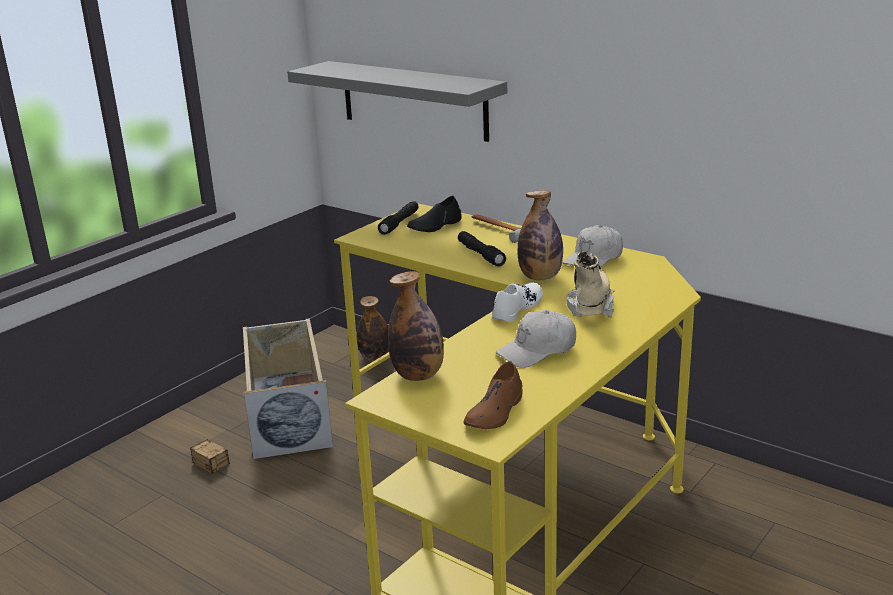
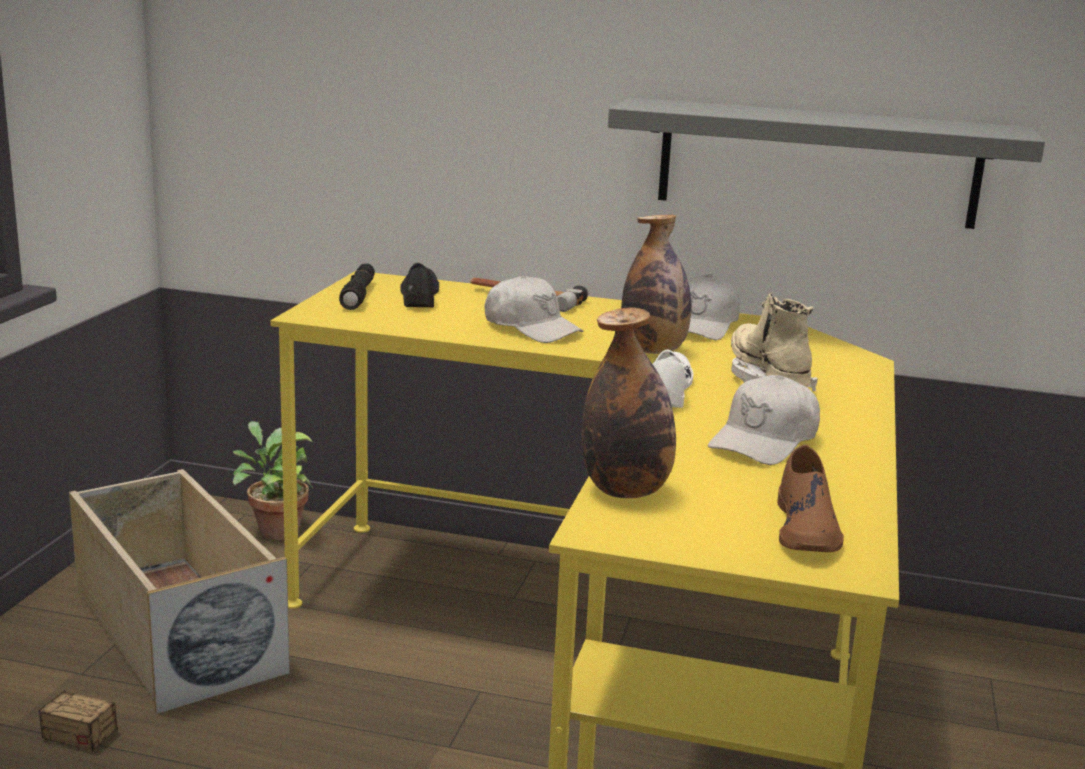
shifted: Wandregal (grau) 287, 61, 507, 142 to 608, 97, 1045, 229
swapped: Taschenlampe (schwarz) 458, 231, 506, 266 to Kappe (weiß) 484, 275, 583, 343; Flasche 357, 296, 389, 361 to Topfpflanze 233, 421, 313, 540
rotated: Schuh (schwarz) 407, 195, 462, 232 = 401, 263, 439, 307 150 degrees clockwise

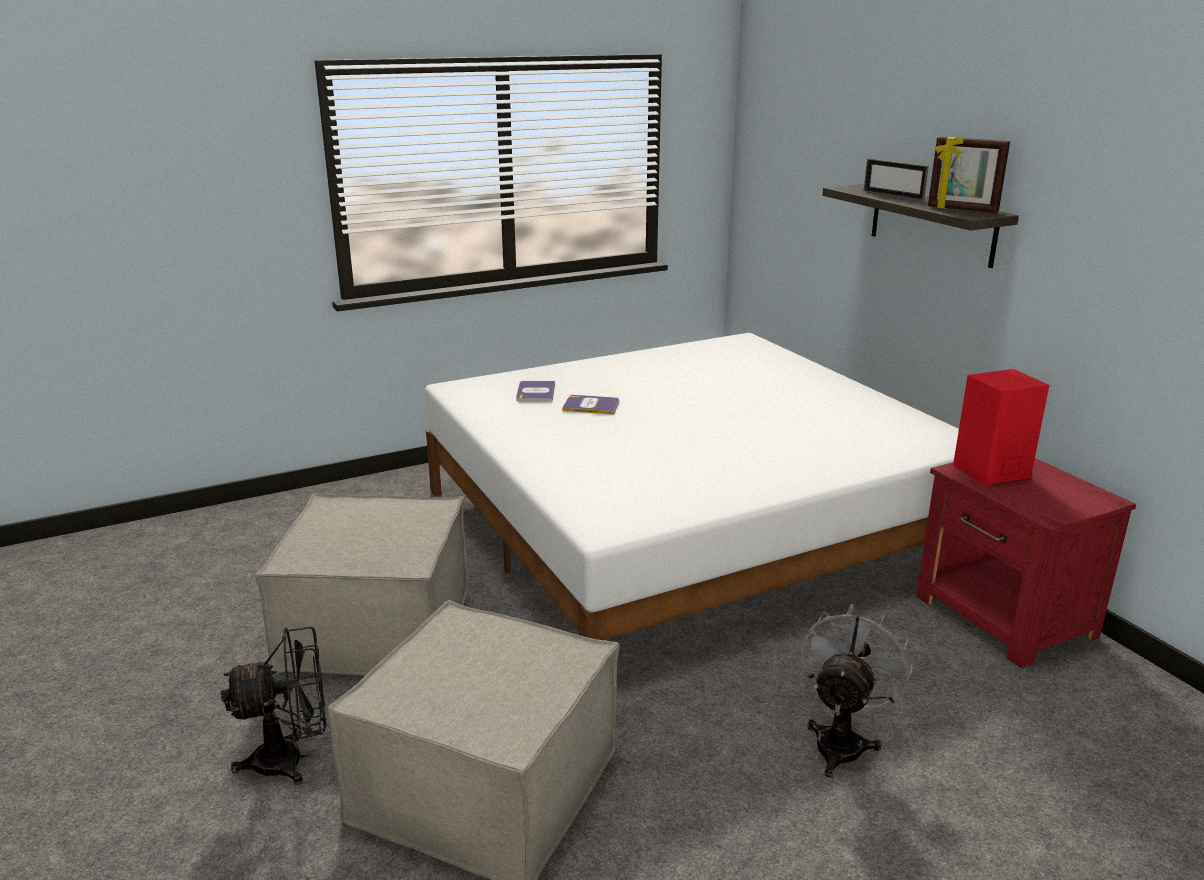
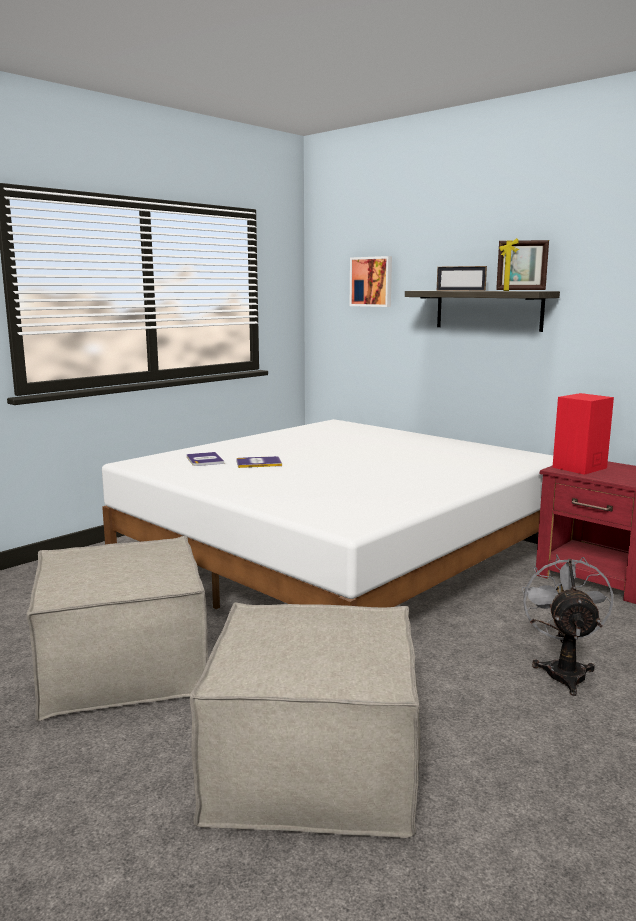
gone: Ventilator (schwarz) 221, 627, 326, 785
new: Bild 350, 256, 392, 307

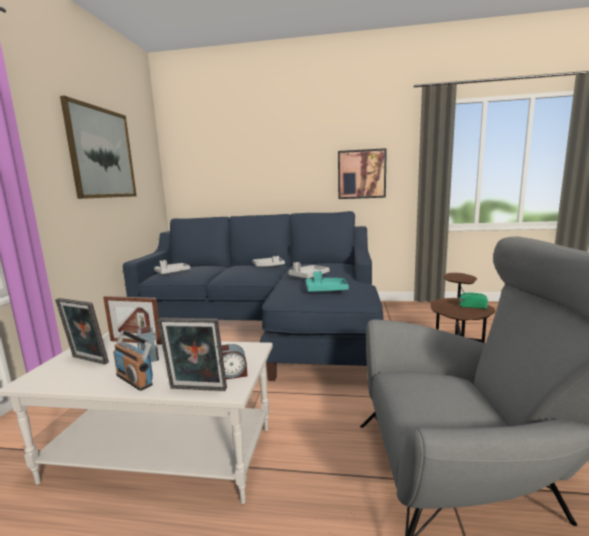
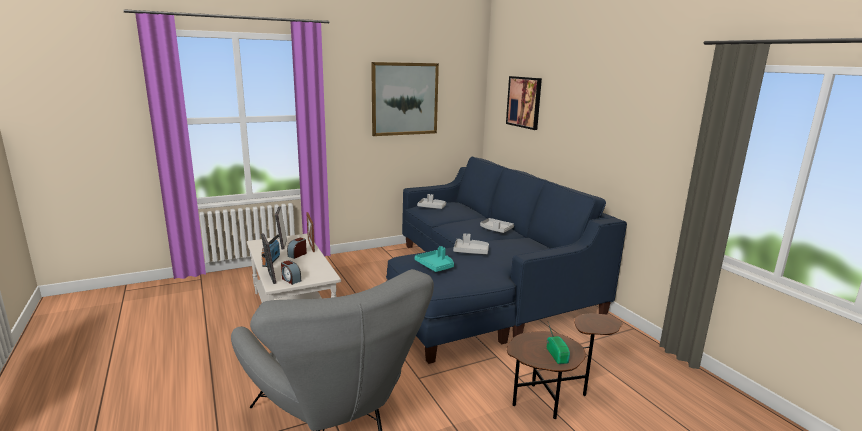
shifted: Bild 338, 148, 387, 199 to 506, 76, 542, 130

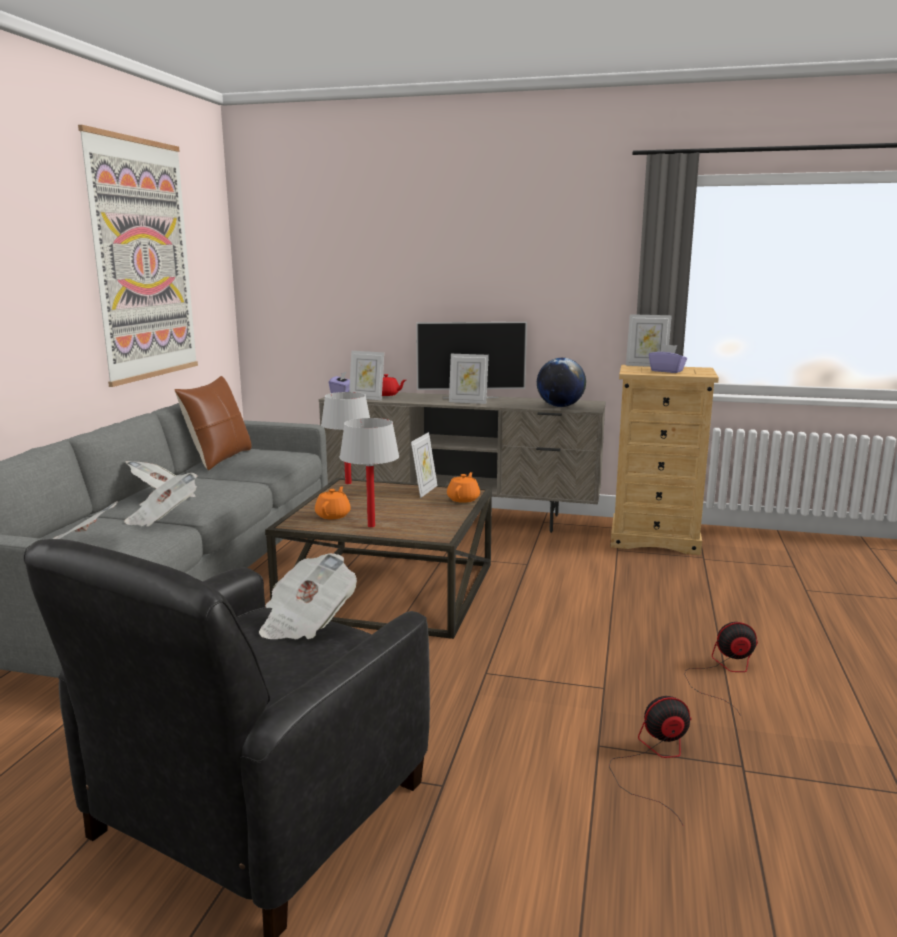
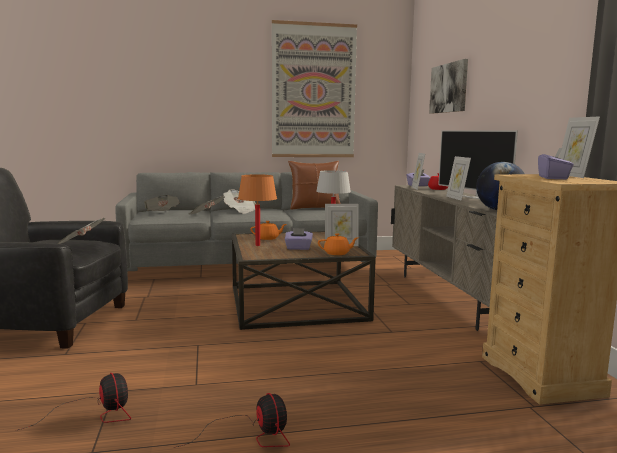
new: Bild 429, 59, 468, 114; Taschentuchbox (lila) 285, 228, 313, 250
repainted: Tischlampe (weiß) 339, 418, 399, 527 to Tischlampe (orange) 238, 174, 277, 246

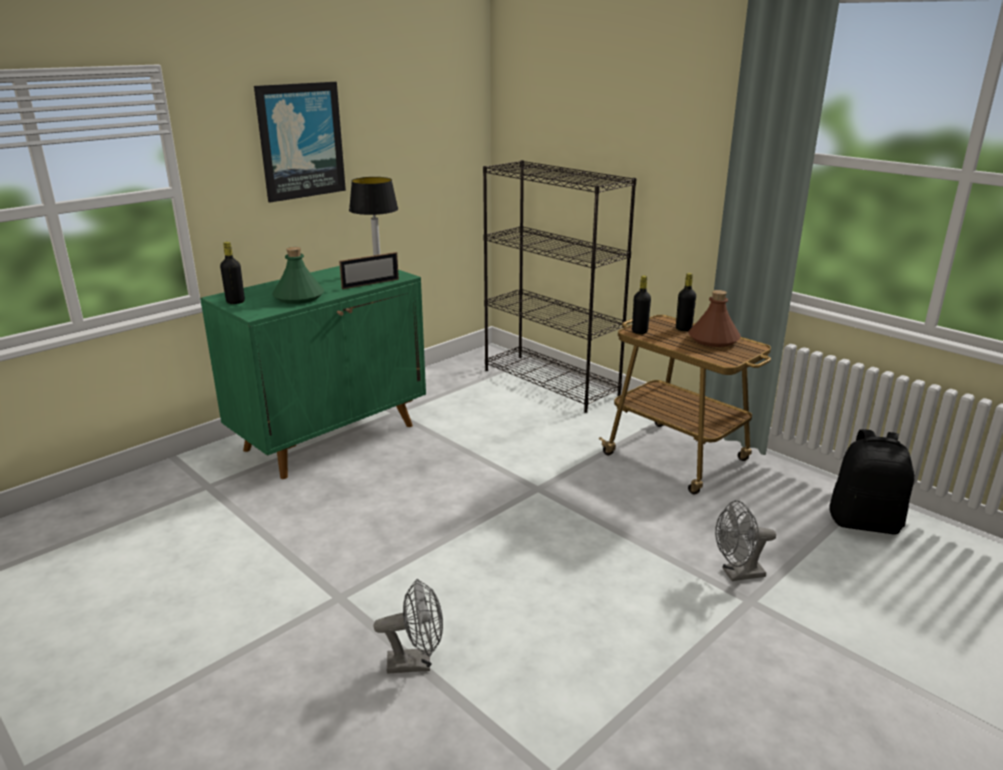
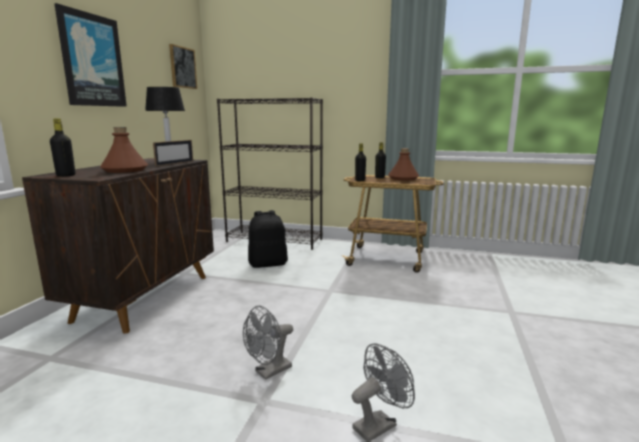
new: Bild 169, 44, 197, 89
shifted: Rucksack (schwarz) 829, 429, 915, 535 to 248, 210, 288, 268; Ventilator (grau) 715, 500, 776, 581 to 243, 306, 293, 380
repainted: Flasche (grün) 272, 247, 324, 304 to Flasche (braun) 100, 127, 148, 173; Schrank (grün) 200, 266, 426, 479 to Schrank (braun) 22, 158, 214, 334

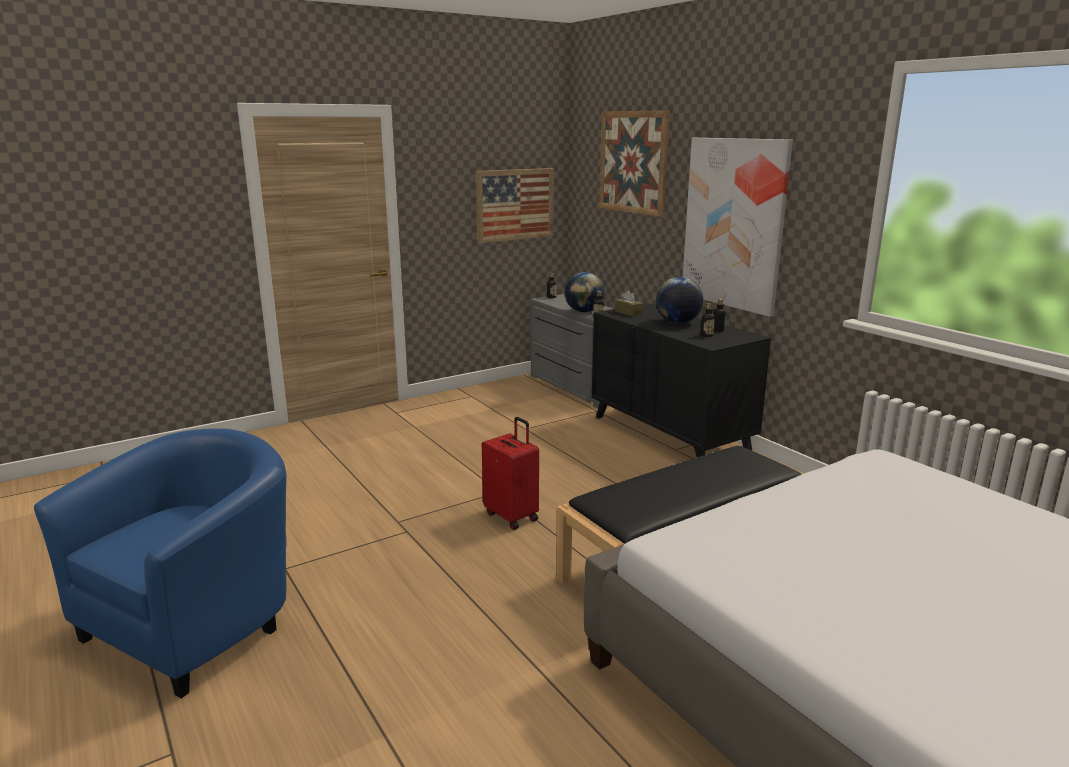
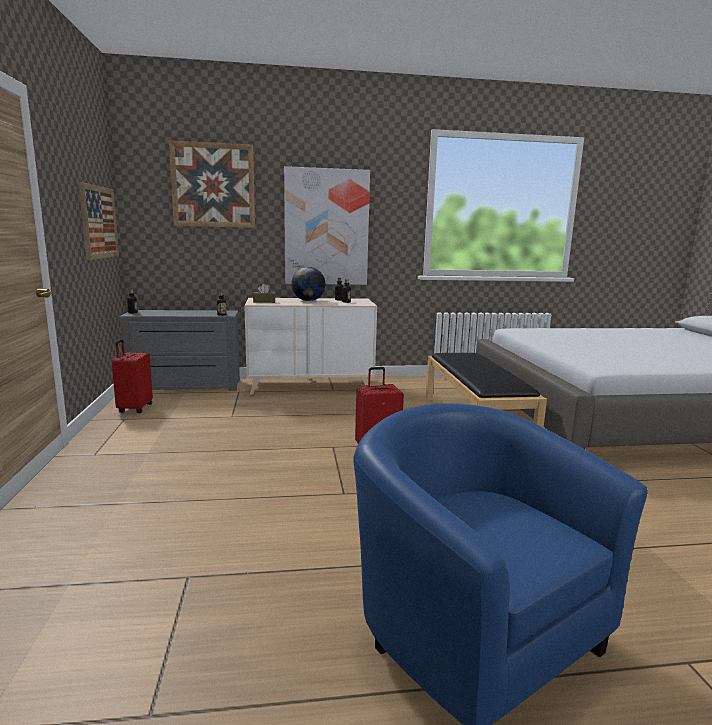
gone: Globus 564, 272, 605, 312
new: Koffer (rot) 112, 339, 153, 413
repainted: Kommode (schwarz) 592, 303, 771, 457 to Kommode (beige) 244, 298, 377, 395

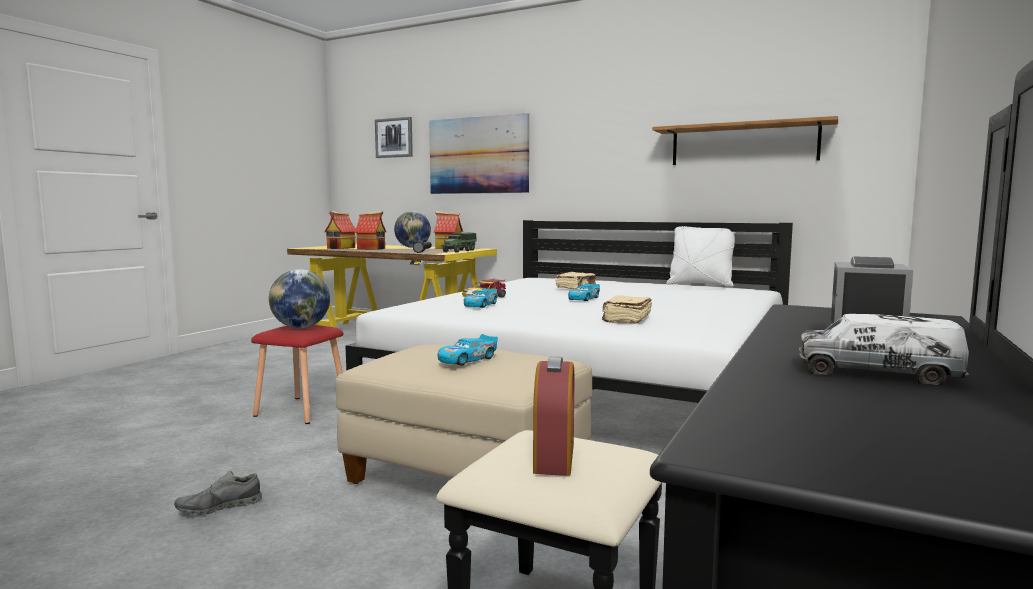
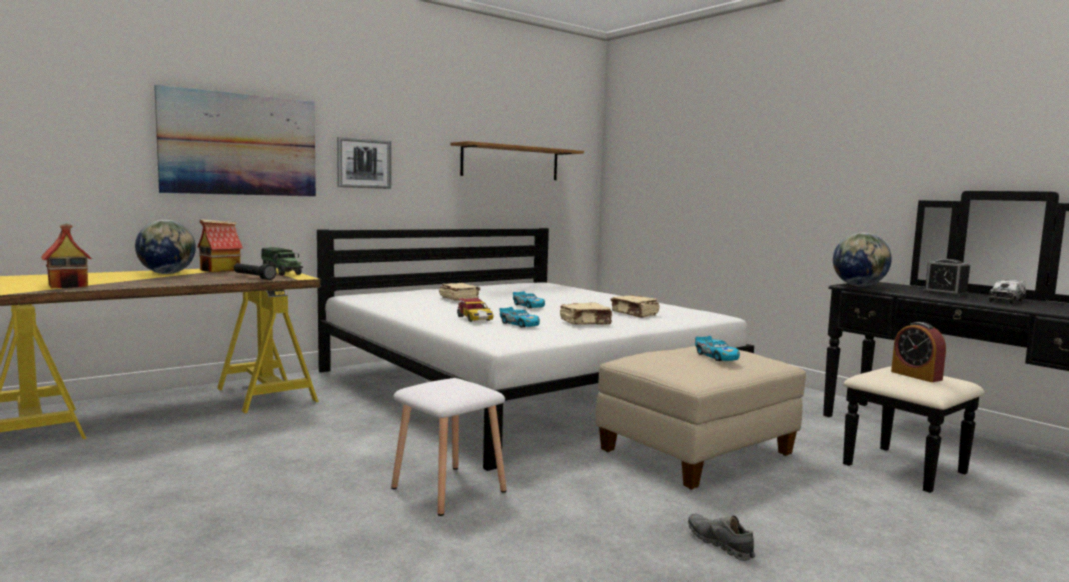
gone: Spielzeughaus 354, 211, 386, 250; Kissen (weiß) 666, 226, 735, 287
new: Buch (beige) 560, 302, 612, 325
shifted: Bild 375, 117, 413, 158 to 337, 137, 391, 189; Globus 269, 269, 330, 328 to 833, 233, 892, 287
repainted: Hocker (rot) 251, 325, 343, 424 to Hocker (weiß) 391, 378, 507, 516
rotated: Wecker 533, 357, 574, 476 = 891, 322, 946, 382 150 degrees counterclockwise; Schuh (grau) 174, 471, 262, 515 = 688, 514, 755, 561 150 degrees clockwise

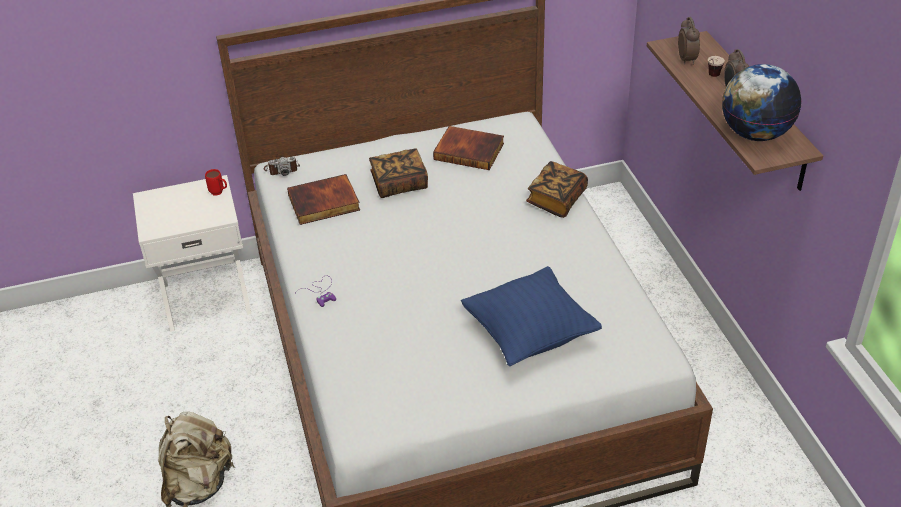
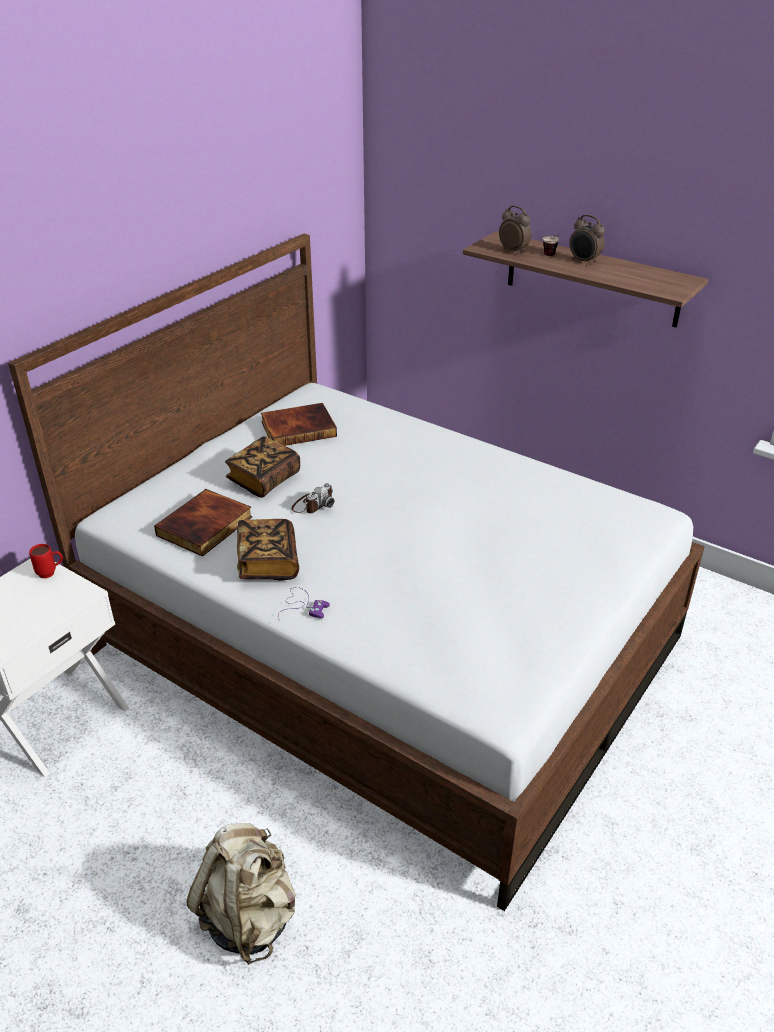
gone: Globus 722, 64, 801, 141; Kissen (blau) 461, 266, 602, 366
shifted: Kamera 264, 157, 300, 176 to 291, 483, 334, 513; Buch 526, 161, 588, 218 to 237, 519, 299, 580

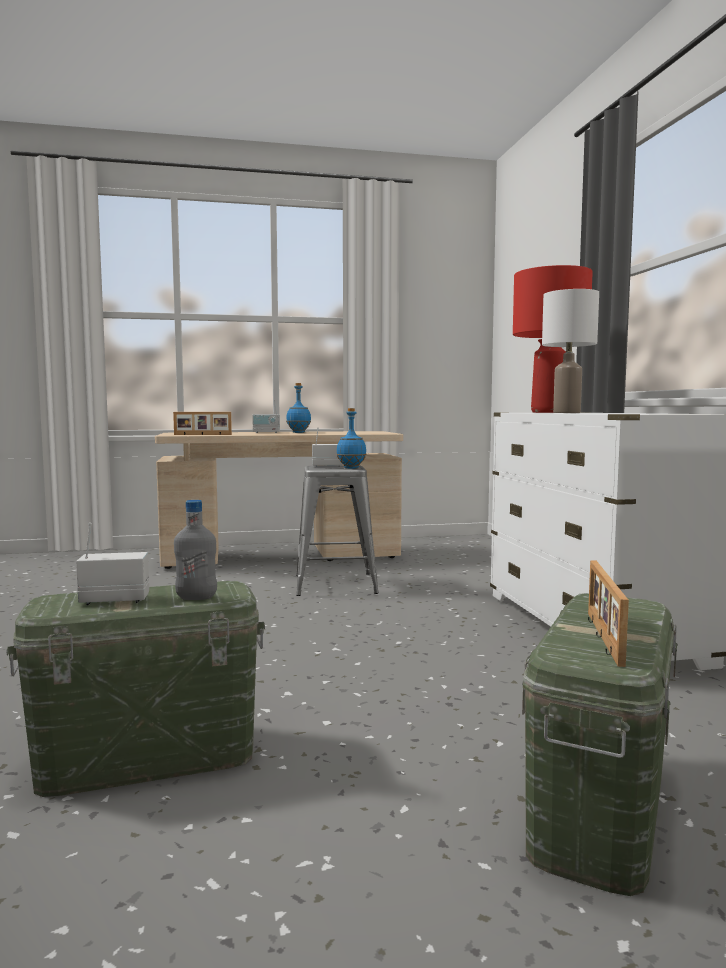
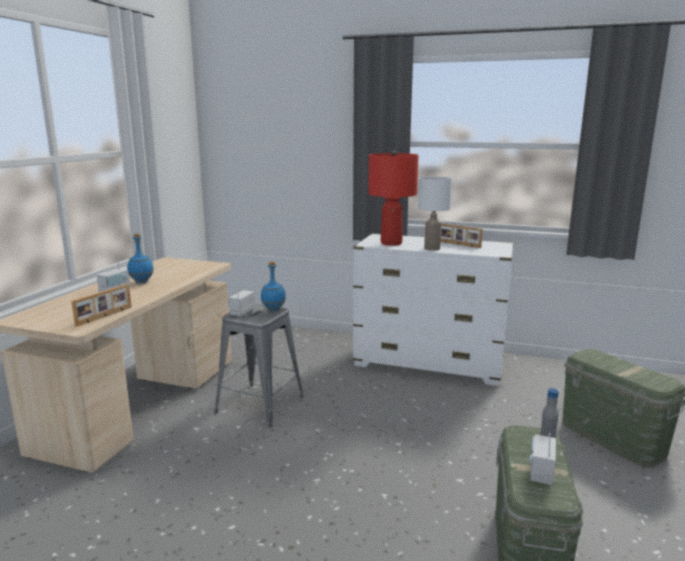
shifted: Bilderrahmen 588, 560, 629, 667 to 441, 223, 483, 248

